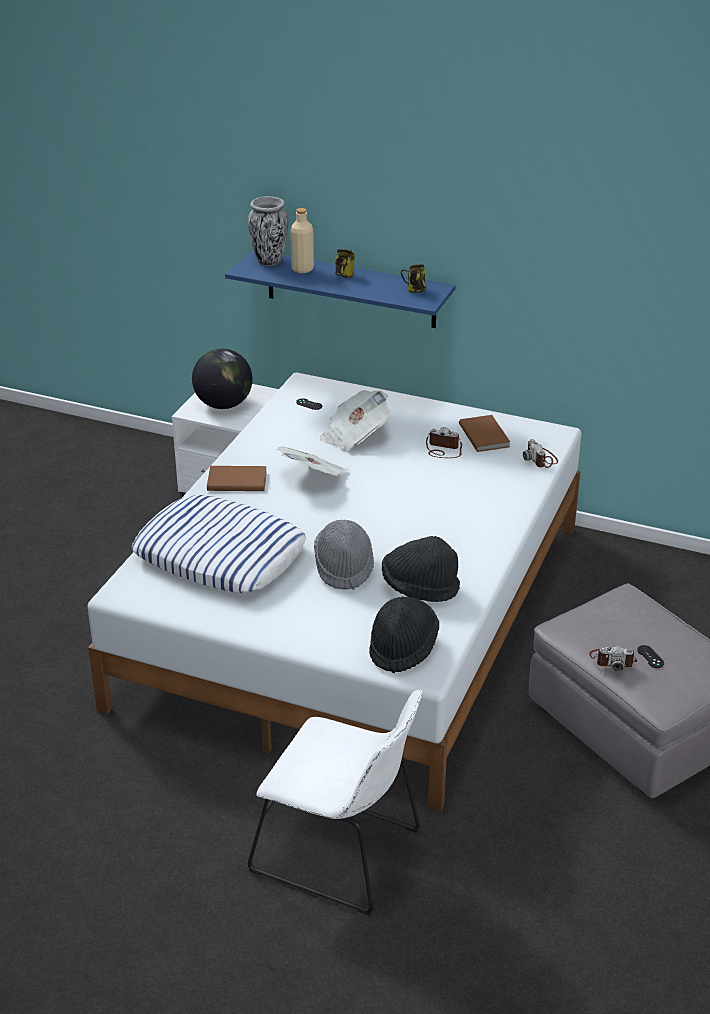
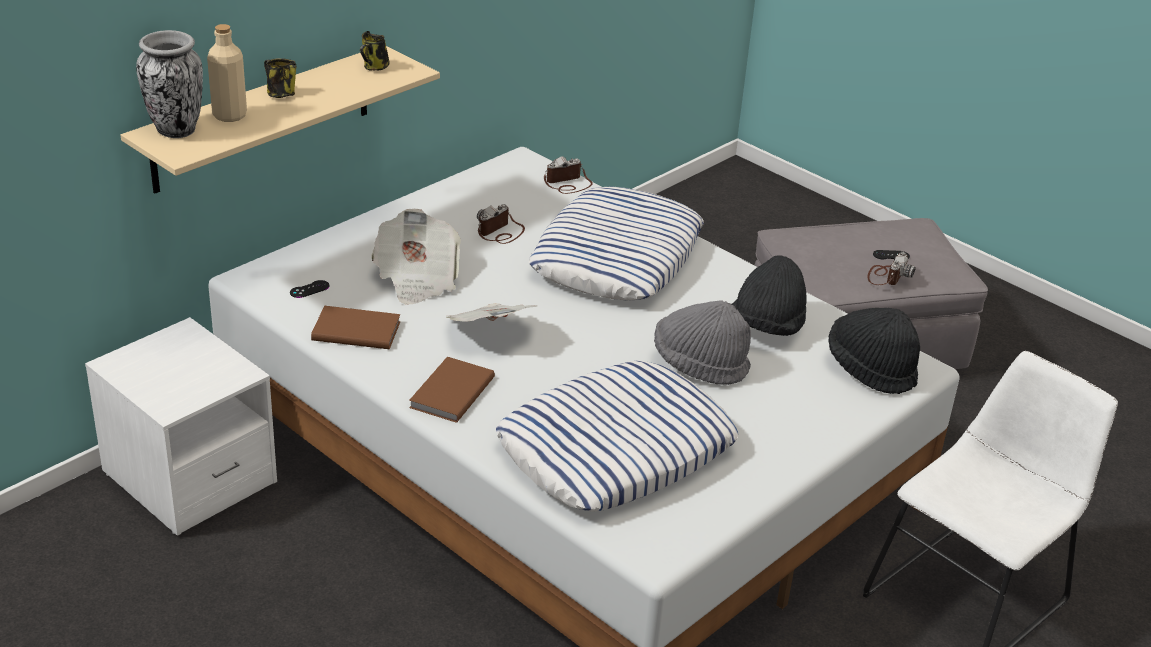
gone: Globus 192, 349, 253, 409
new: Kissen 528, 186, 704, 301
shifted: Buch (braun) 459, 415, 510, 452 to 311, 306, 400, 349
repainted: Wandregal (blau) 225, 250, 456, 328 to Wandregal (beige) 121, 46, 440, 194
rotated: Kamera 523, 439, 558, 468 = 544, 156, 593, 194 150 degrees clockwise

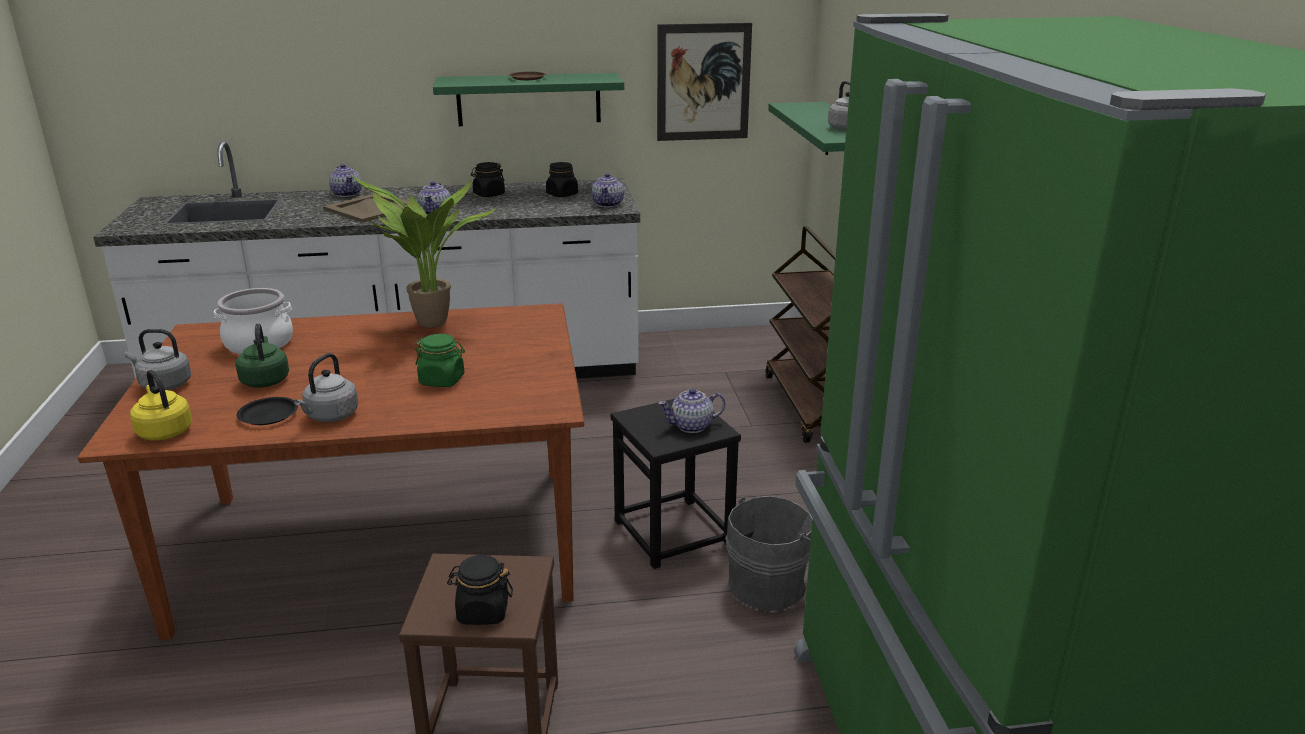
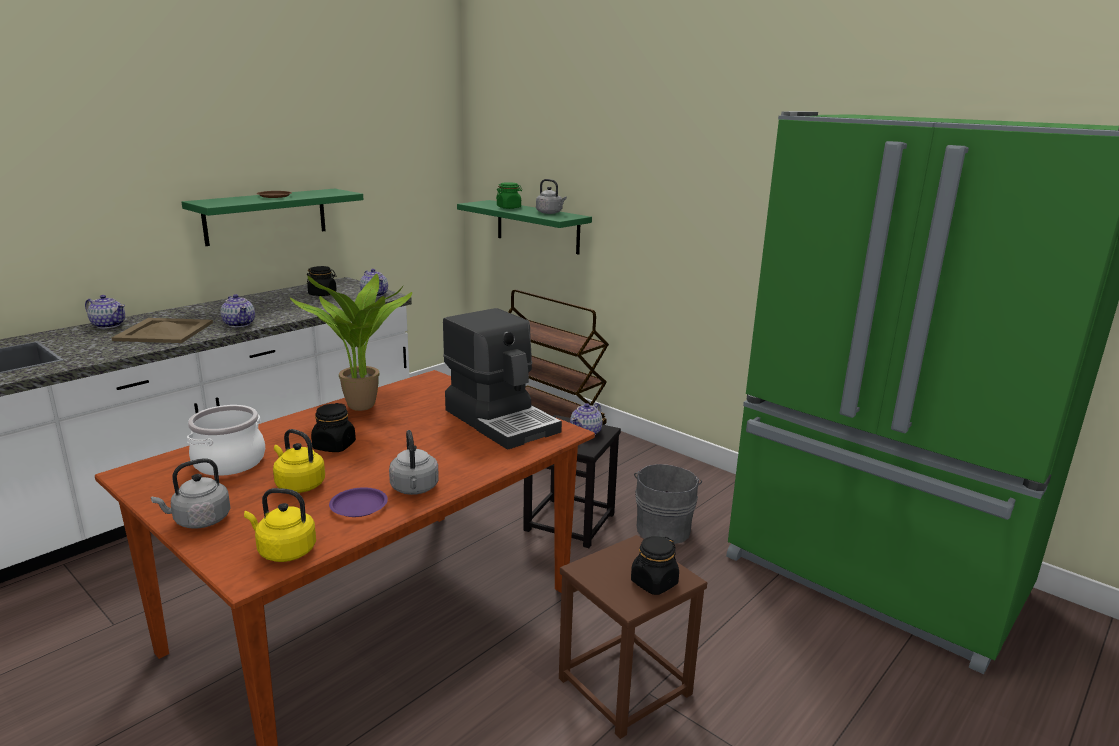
gone: Bild 657, 23, 752, 141
new: Kaffeemaschine 443, 308, 562, 450
shifted: Vorratsglas (schwarz) 471, 162, 505, 197 to 311, 403, 356, 452; Vorratsglas (grün) 415, 334, 465, 387 to 496, 182, 522, 209
repainted: Wasserkessel (grün) 235, 324, 289, 388 to Wasserkessel (gelb) 273, 429, 325, 493; Teller (schwarz) 237, 397, 298, 425 to Teller (lila) 329, 487, 388, 517

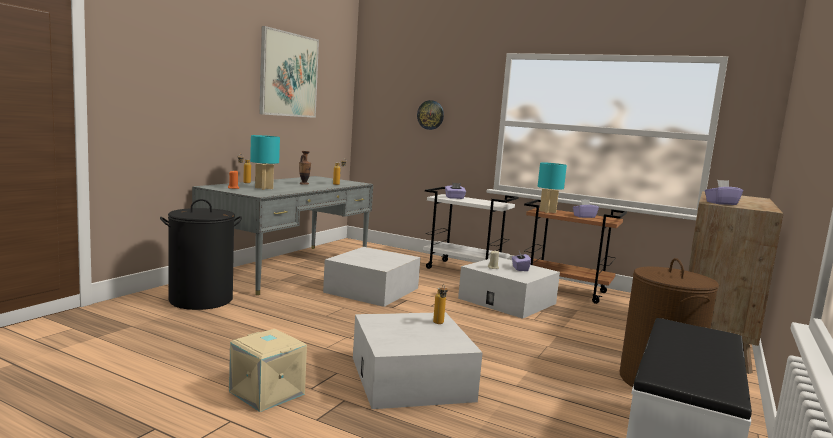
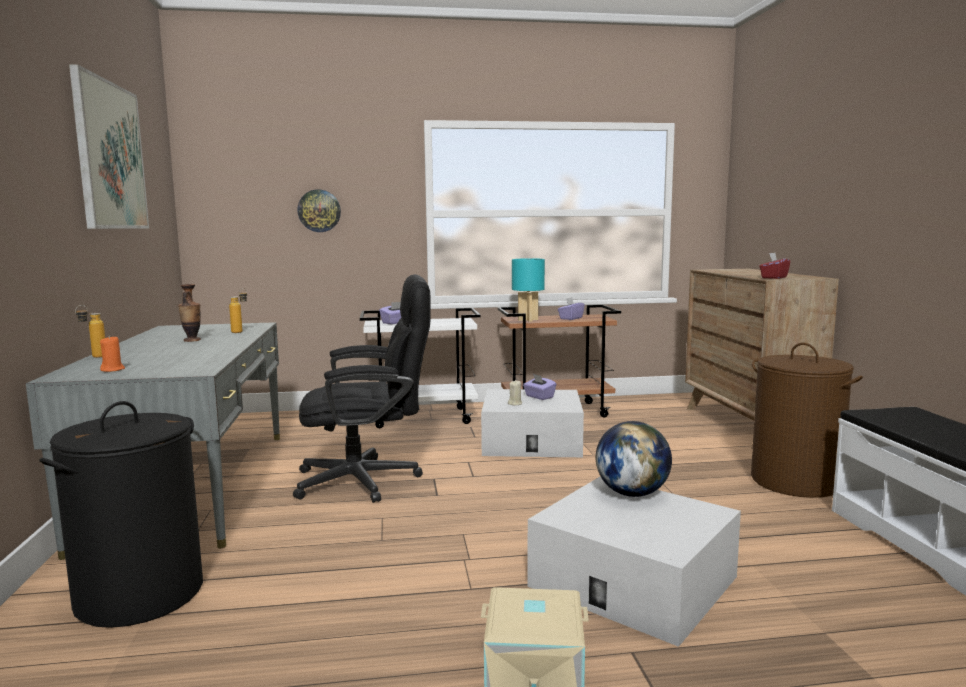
gone: Tischlampe (türkis) 250, 135, 280, 190
swapped: Aufbewahrungsbox (weiß) 323, 247, 421, 307 to Bürostuhl (schwarz) 293, 274, 431, 503; Flasche 433, 285, 448, 324 to Globus 596, 421, 672, 497
repainted: Taschentuchbox (lila) 705, 180, 743, 205 to Taschentuchbox (rot) 759, 253, 790, 279

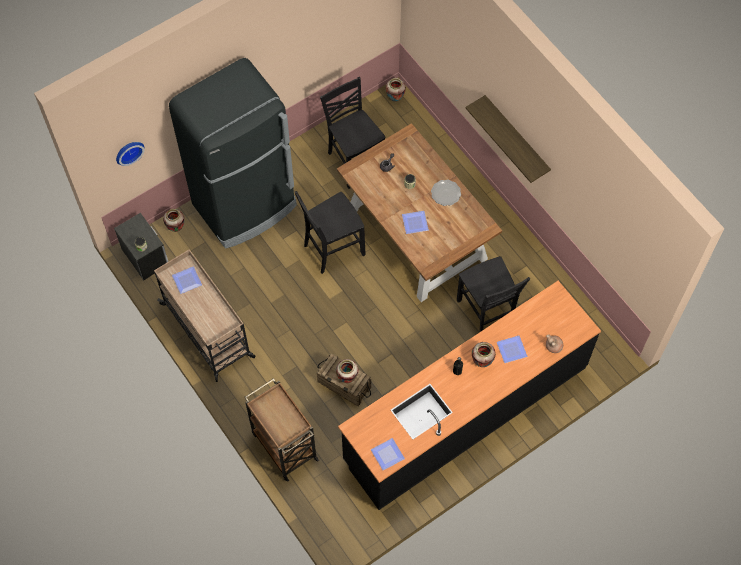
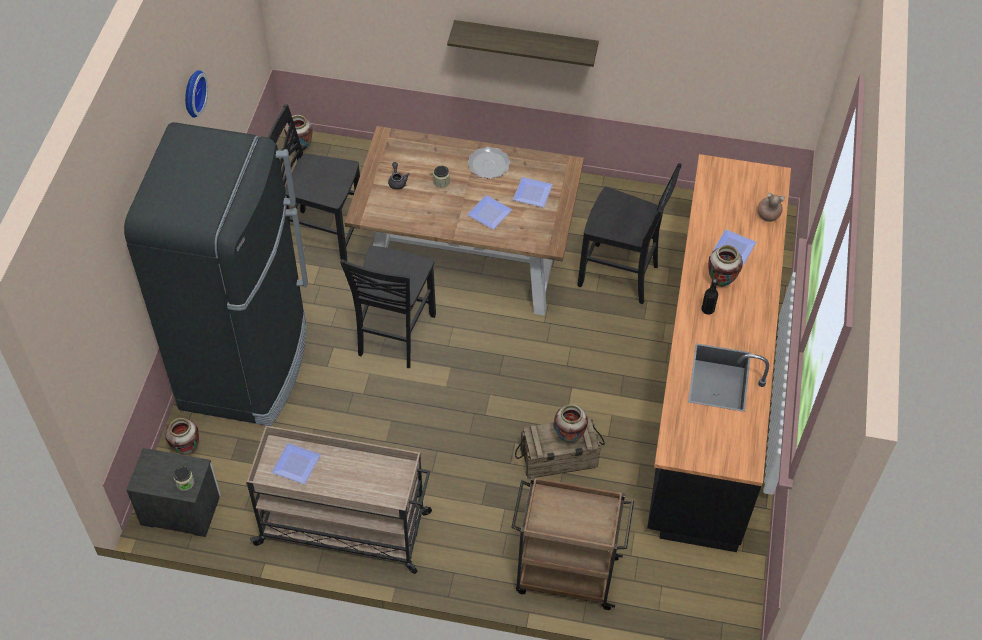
shifted: Wanduhr 116, 142, 145, 166 to 185, 70, 208, 118; Teller 371, 438, 405, 470 to 513, 177, 553, 208

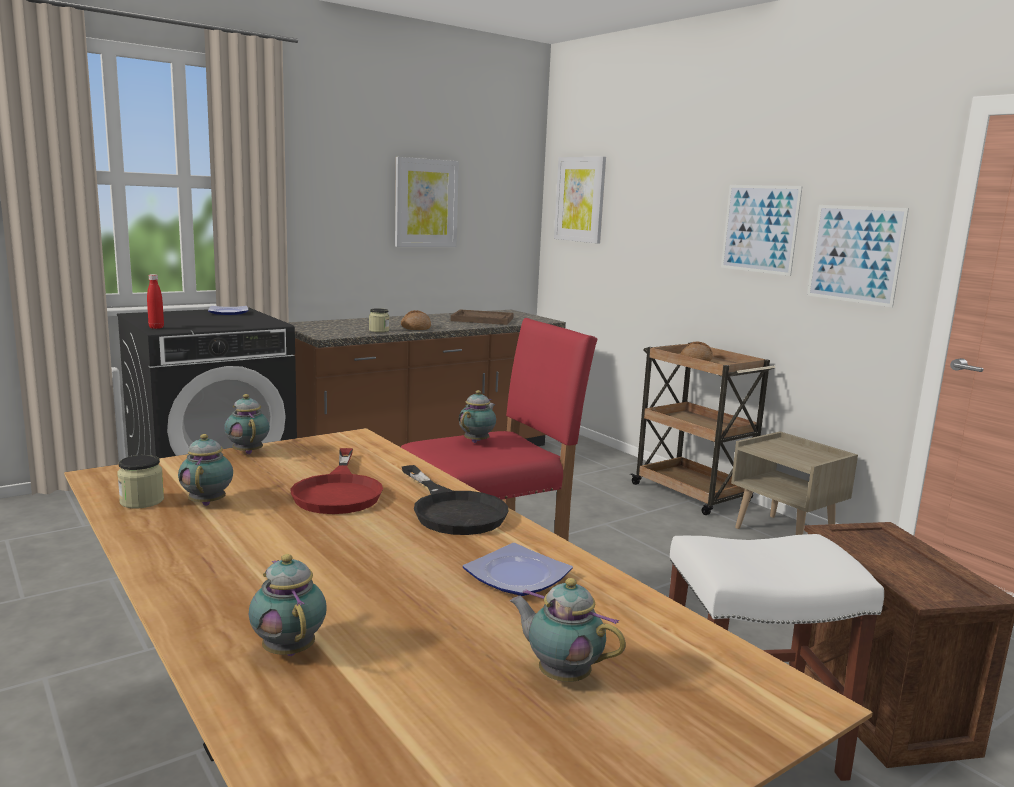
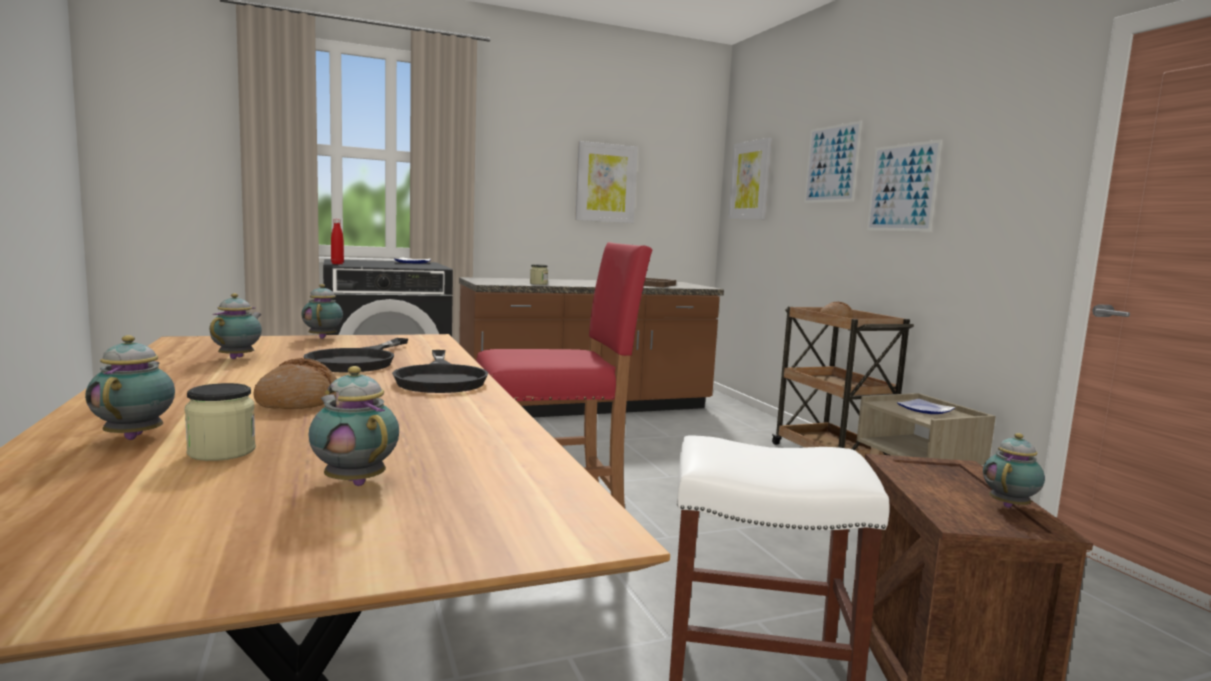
shifted: Bild 807, 205, 909, 307 to 804, 120, 862, 203; Brot 401, 310, 431, 330 to 254, 358, 337, 409; Teekanne 459, 390, 496, 443 to 983, 433, 1045, 508; Vorratsglas 117, 455, 164, 508 to 185, 383, 256, 461; Teller 463, 543, 573, 596 to 897, 399, 955, 414
repainted: Pfanne (rot) 291, 448, 383, 514 to Pfanne (schwarz) 304, 338, 408, 372

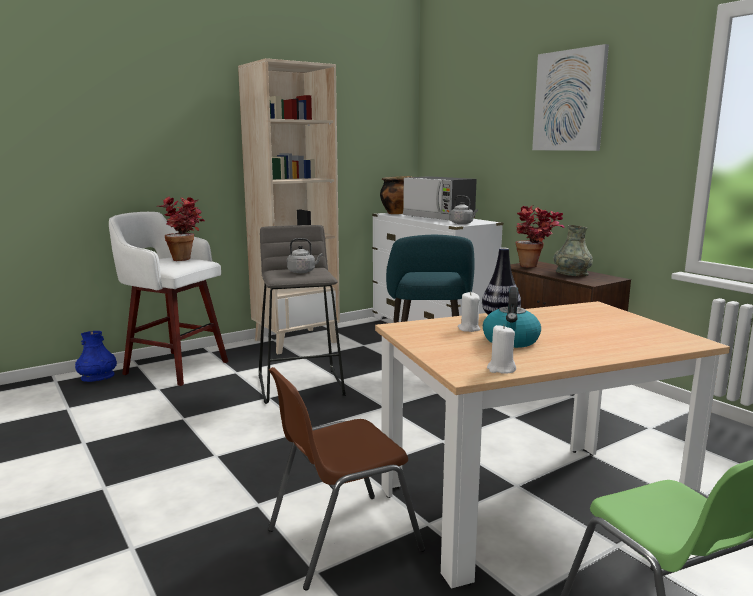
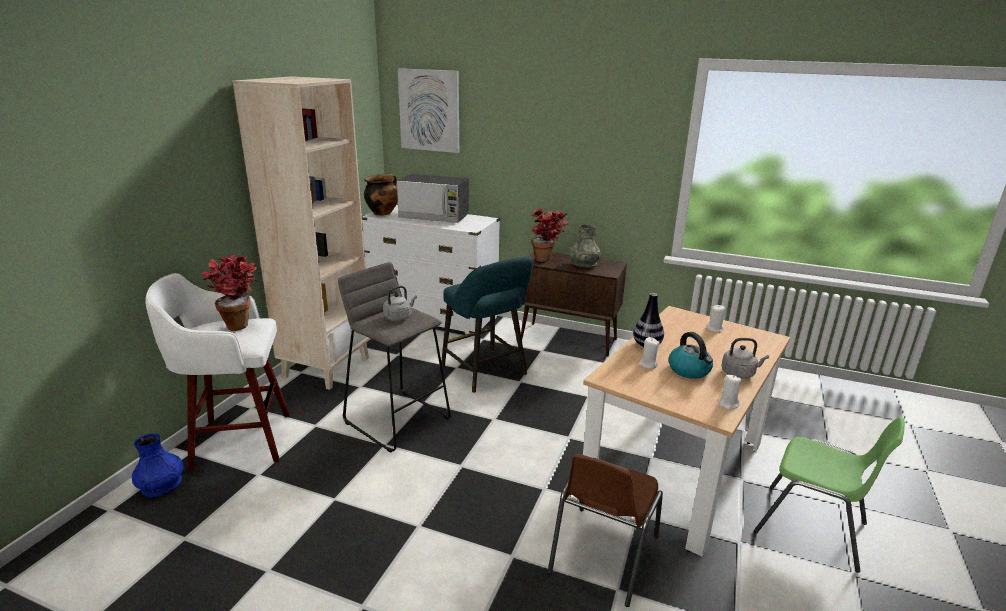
new: Kerze (weiß) 706, 305, 725, 332
shifted: Bild 532, 44, 609, 151 to 398, 68, 459, 153; Wasserkessel (grau) 451, 195, 478, 224 to 721, 338, 769, 379

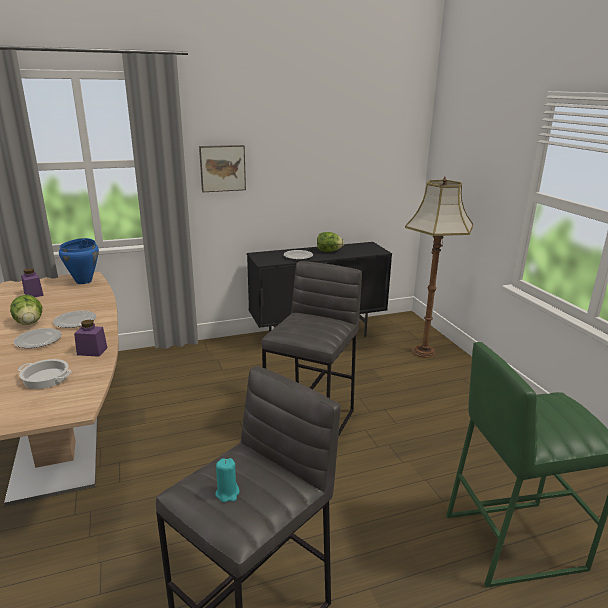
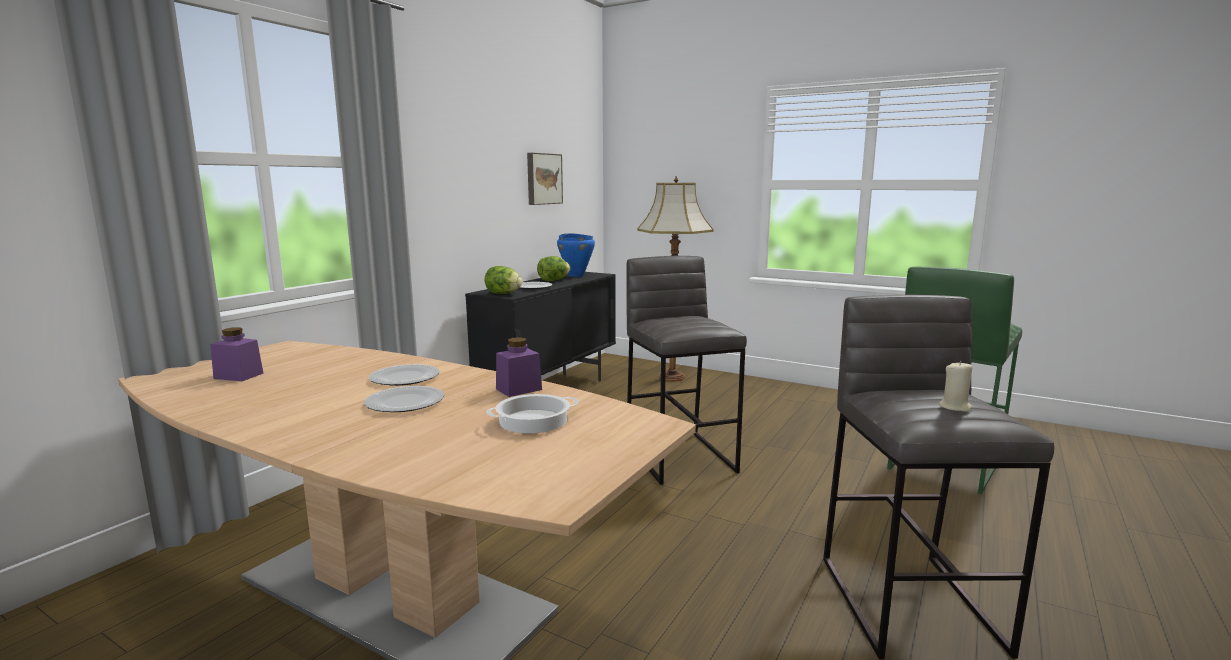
shifted: Bild 199, 145, 246, 192 to 527, 153, 563, 205; Kochtopf (blau) 59, 238, 99, 284 to 557, 233, 595, 277; Salatkopf 10, 295, 42, 325 to 485, 266, 523, 294
repainted: Kerze (türkis) 215, 458, 240, 502 to Kerze (beige) 939, 361, 973, 412

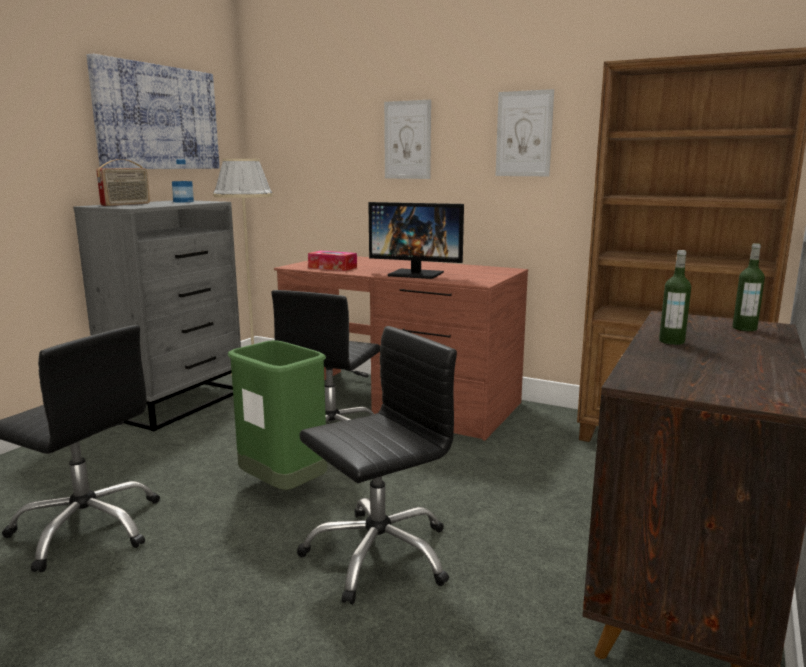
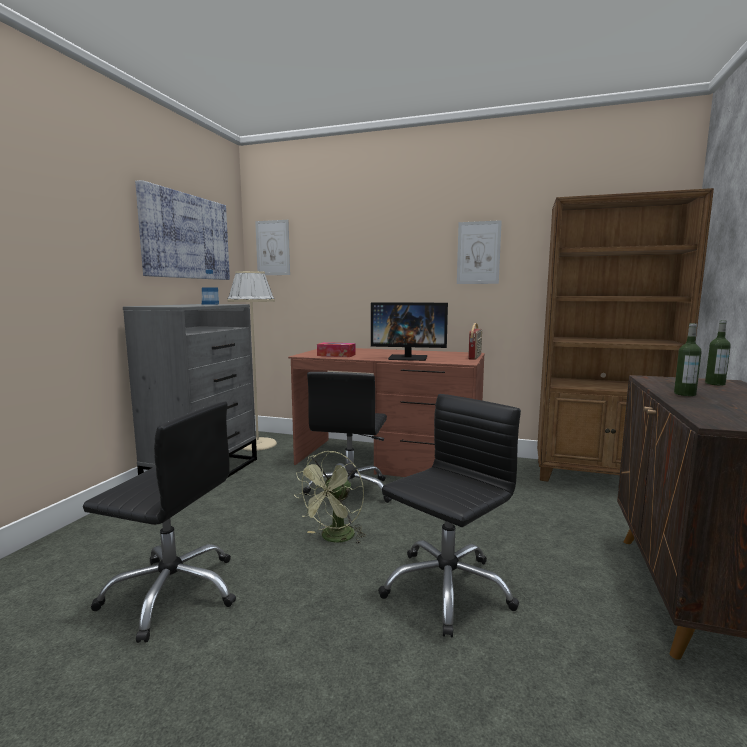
shifted: Bild 384, 100, 431, 179 to 255, 220, 290, 275; Radio 96, 159, 150, 206 to 468, 323, 482, 360
swapped: Mülleimer (grün) 228, 340, 327, 490 to Ventilator (grün) 294, 451, 366, 544

